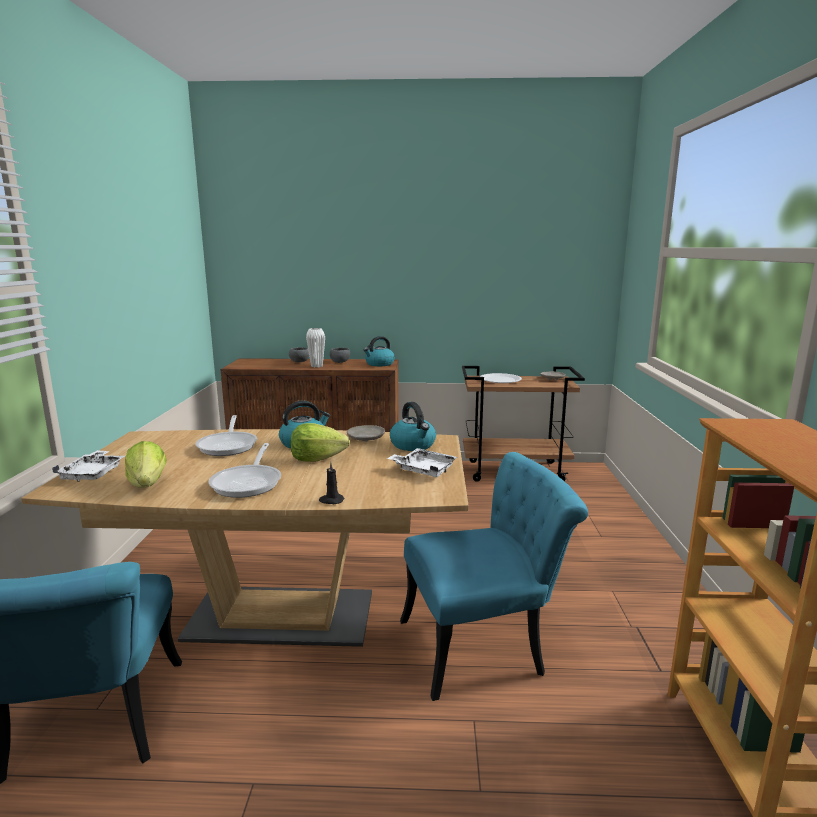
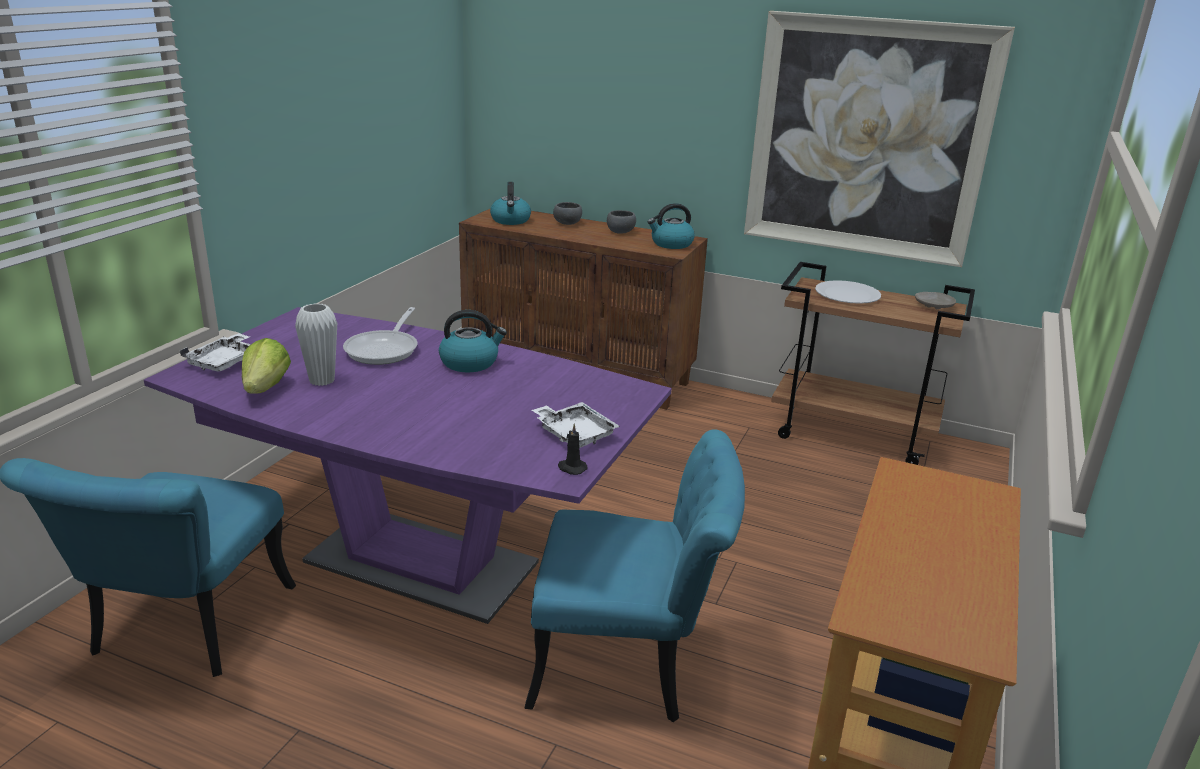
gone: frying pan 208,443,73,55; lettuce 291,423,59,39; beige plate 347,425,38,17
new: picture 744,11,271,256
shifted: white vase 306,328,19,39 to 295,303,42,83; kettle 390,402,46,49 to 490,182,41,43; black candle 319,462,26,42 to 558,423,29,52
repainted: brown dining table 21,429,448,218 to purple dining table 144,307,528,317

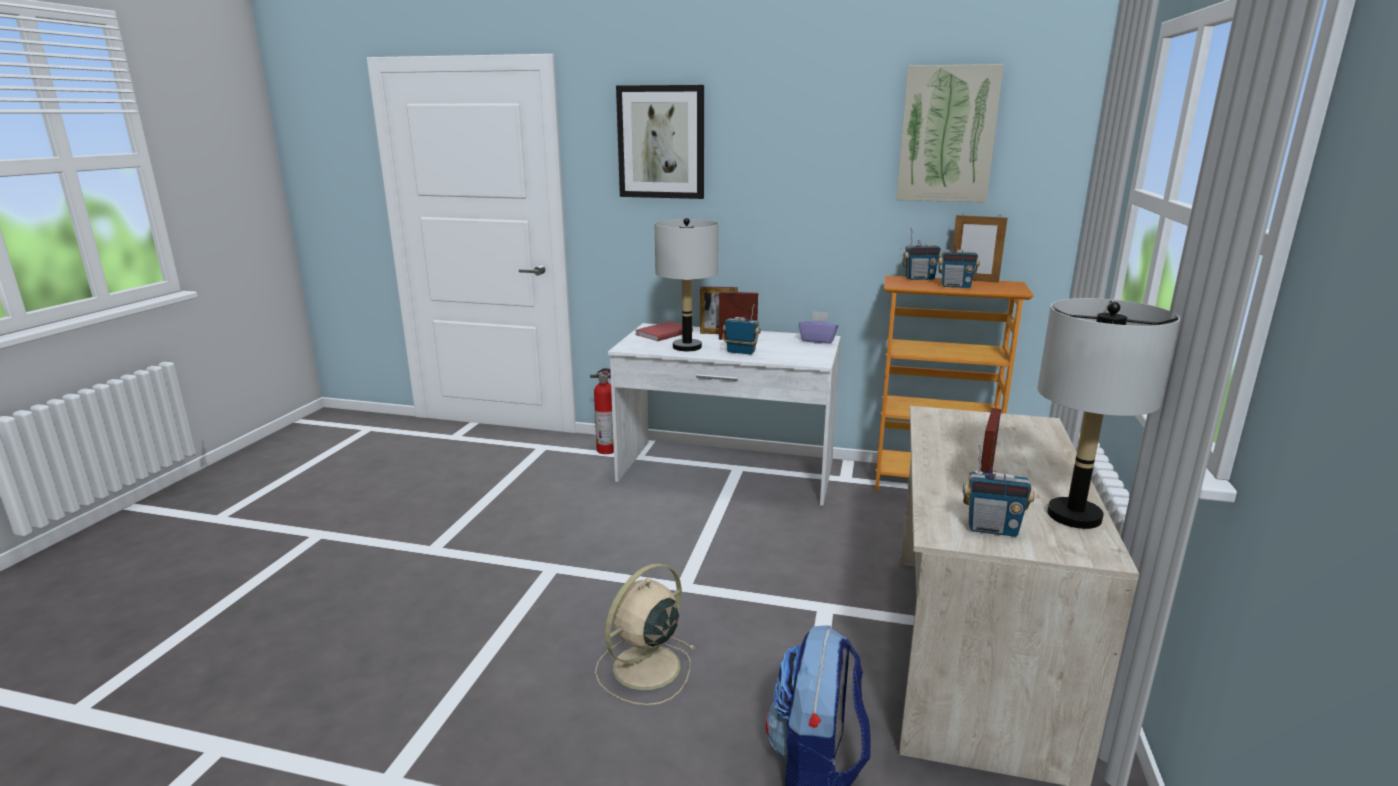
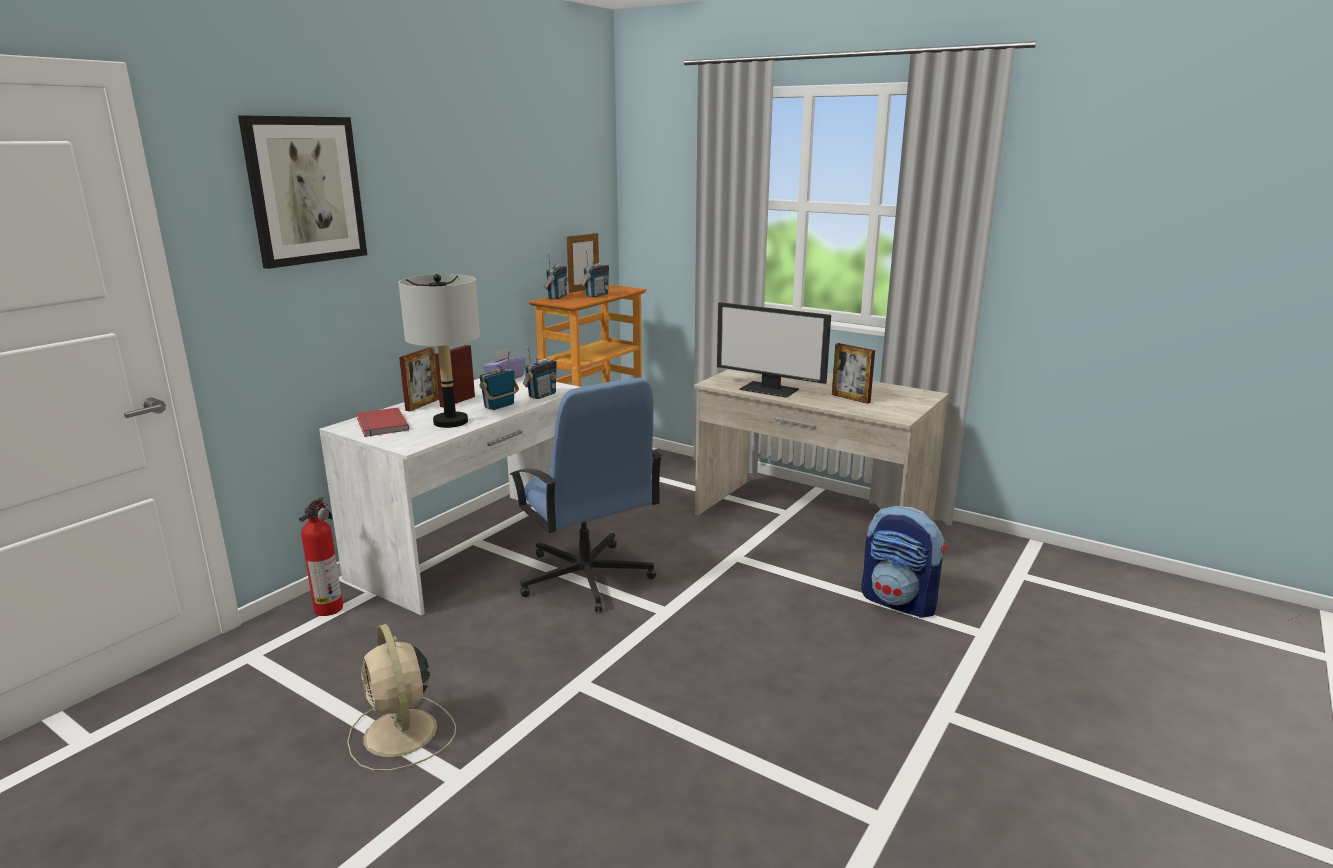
gone: picture 896,64,108,138; grey table lamp 1037,298,143,231
new: blue office chair 509,378,154,234; monitor 717,302,114,96
shifted: beige fan 595,563,101,142 to 347,624,109,147; radio 963,444,72,93 to 523,347,34,52

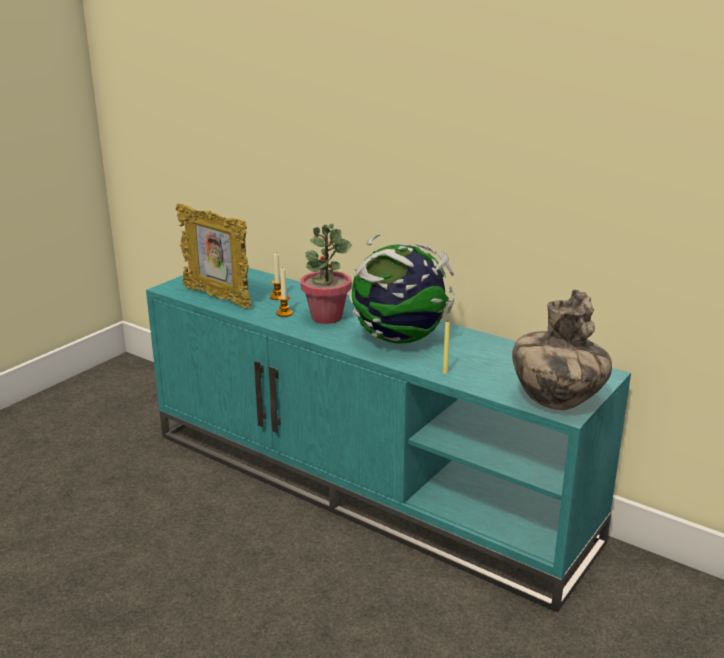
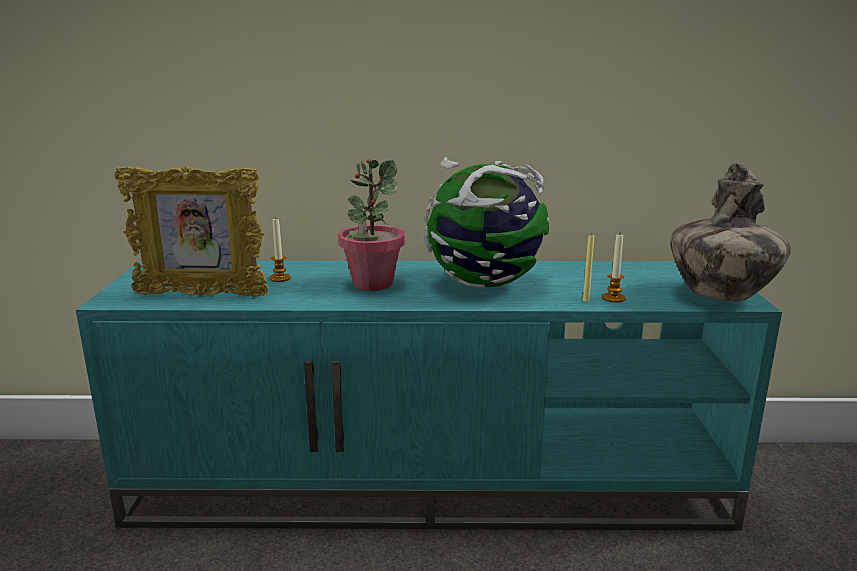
shifted: candle 276,268,17,49 to 602,235,24,67

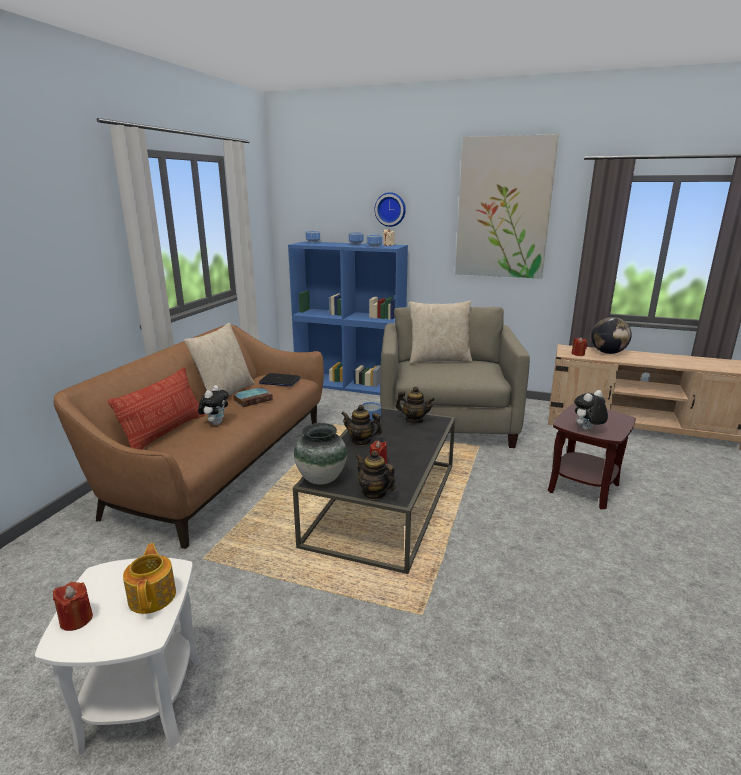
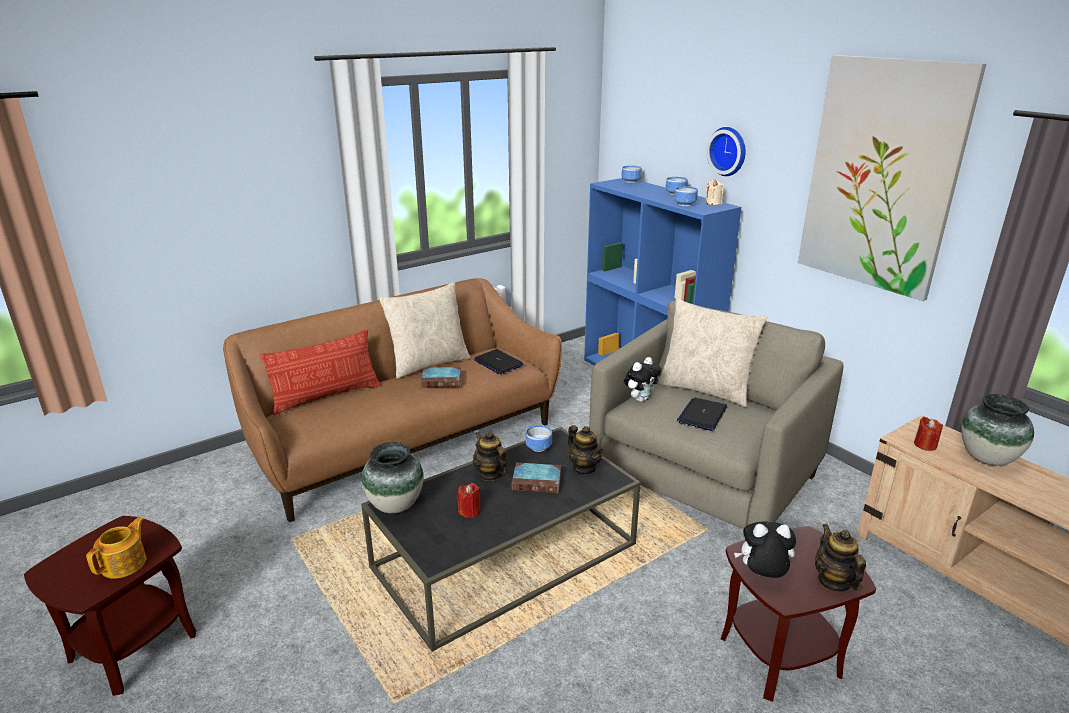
gone: red candle 53,582,40,49
new: book 512,463,49,30; laptop 677,398,50,33
shifted: plush toy 198,385,31,40 to 624,357,37,45; teapot 356,451,40,49 to 815,524,51,68
swapped: globe 591,317,41,37 to vase 961,394,73,72
repainted: white side table 35,558,166,198 to brown side table 24,516,172,180

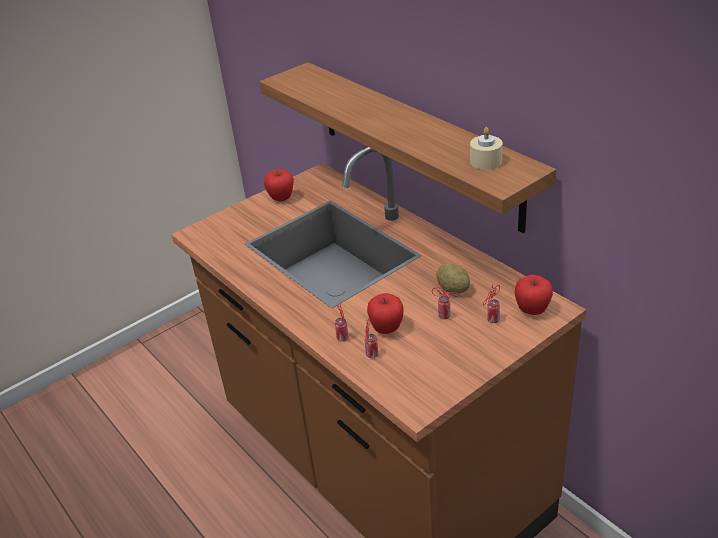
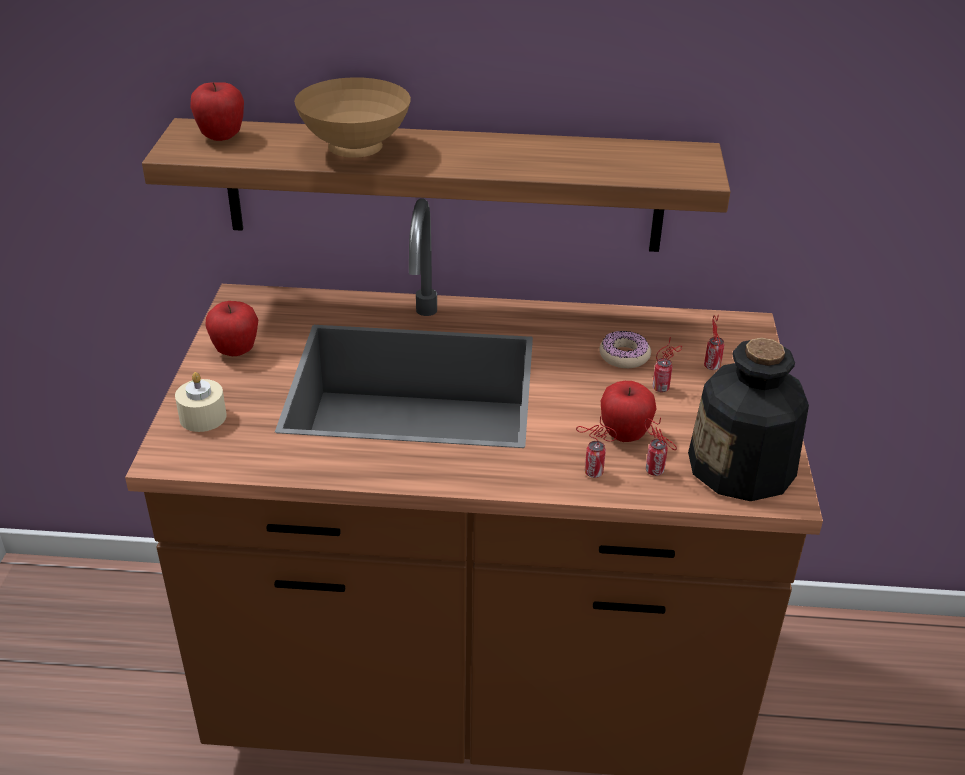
new: brown bowl 294,77,117,81; bottle 688,338,121,163
shifted: beige candle 470,127,33,43 to 175,372,52,60; apple 514,275,39,40 to 190,82,54,59
swapped: potato 436,263,34,31 to donut 599,331,52,37

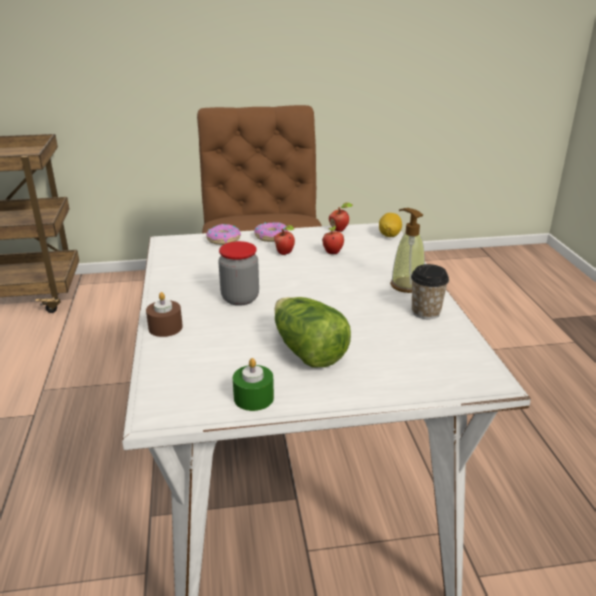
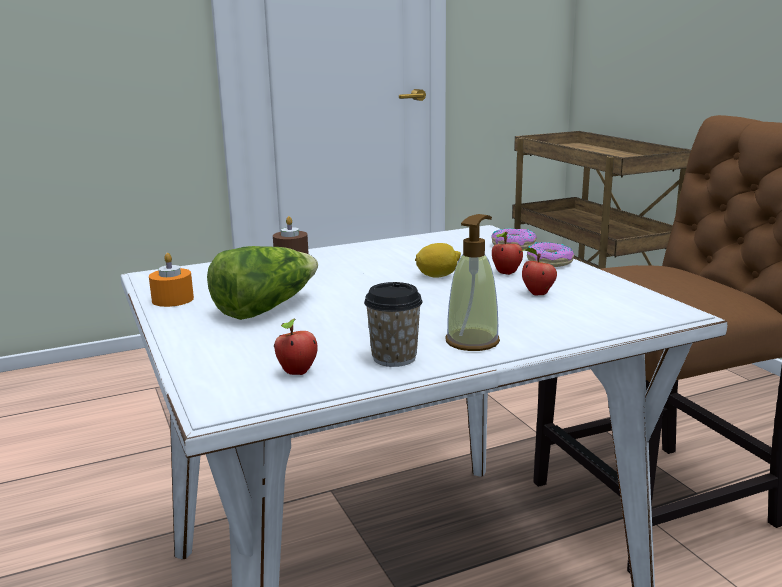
gone: jar 218,241,41,65
shifted: apple 329,202,24,30 to 274,318,44,57; lemon 379,213,23,24 to 415,243,46,35
repainted: green candle 233,358,41,53 to orange candle 149,253,45,54

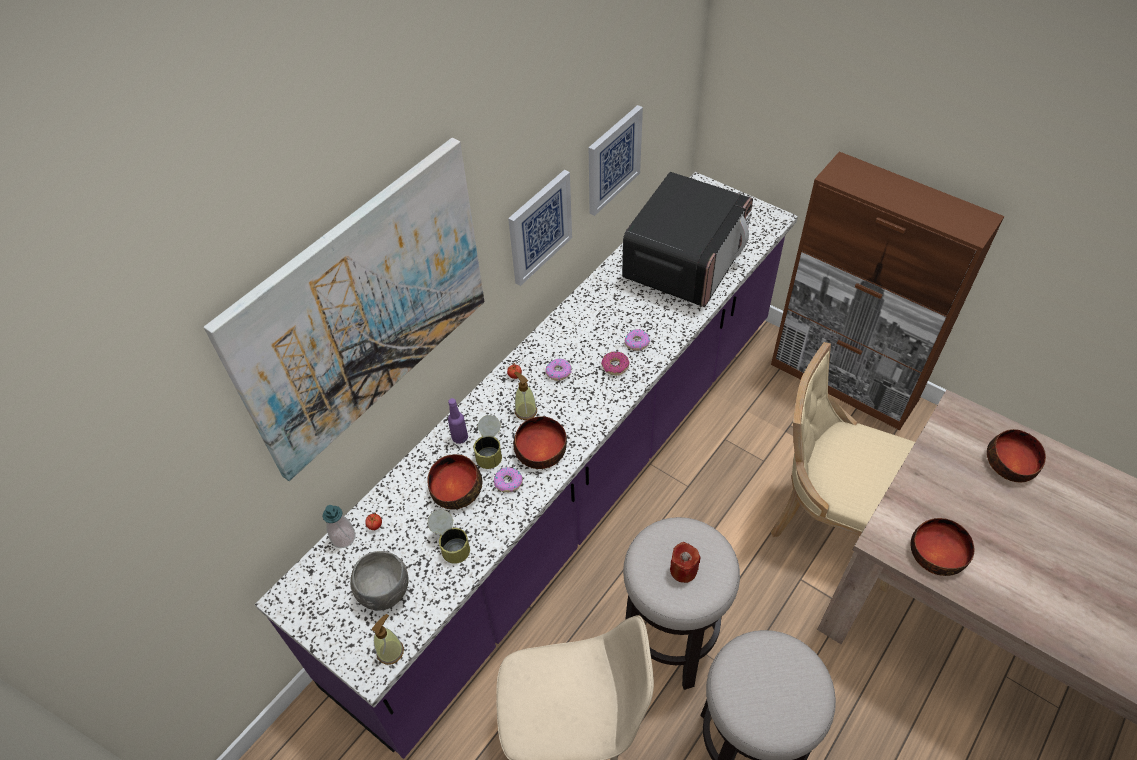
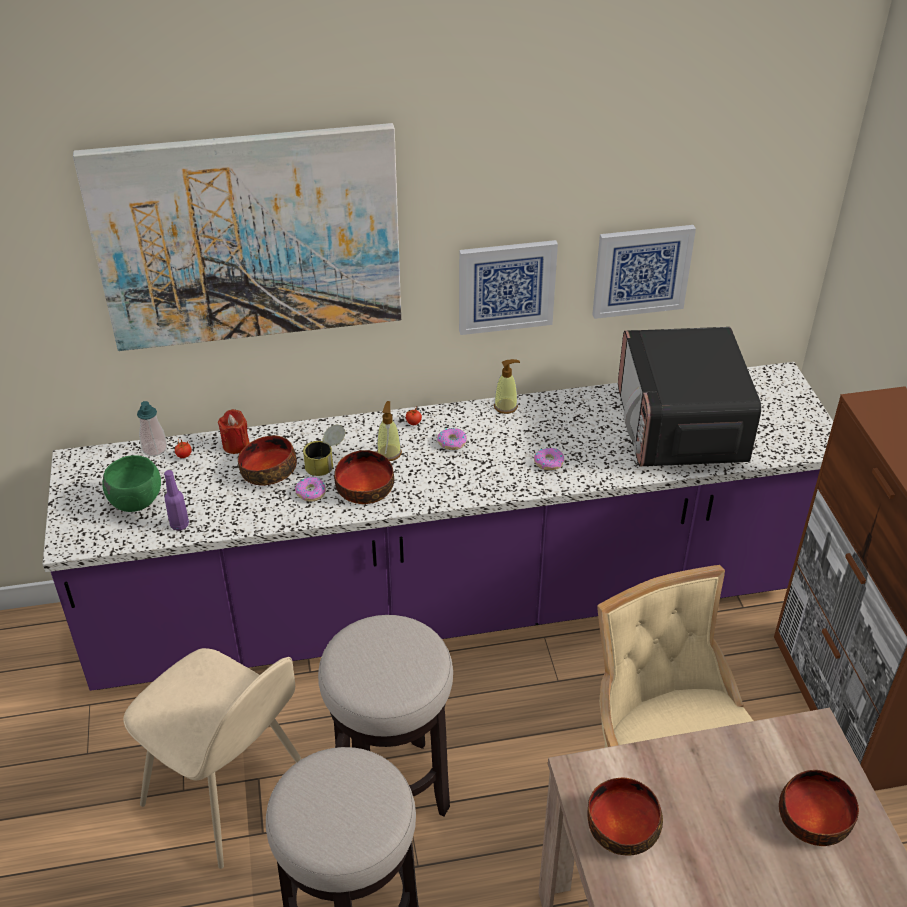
gone: can 428,509,42,55; donut 601,351,29,25
shifted: purple bottle 448,398,20,46 to 164,470,25,61; red candle 670,542,30,41 to 218,409,32,45; soap dispenser 371,614,33,51 to 494,359,26,55
repainted: grey bowl 350,551,59,59 to green bowl 102,455,59,57
rotated: microwave 622,172,131,135 = 618,327,143,139 105 degrees clockwise

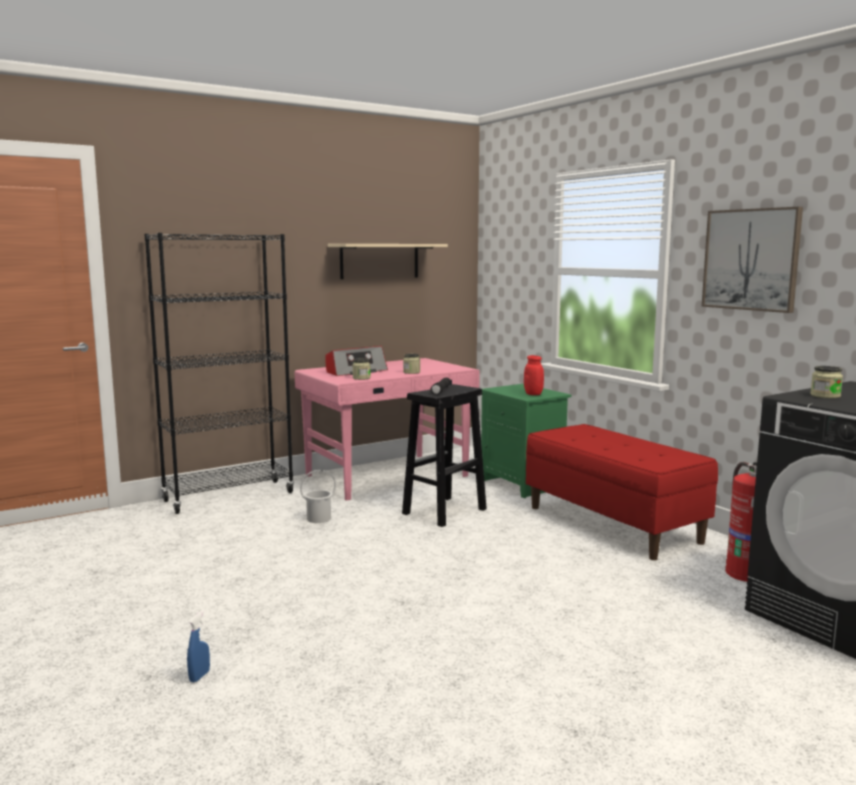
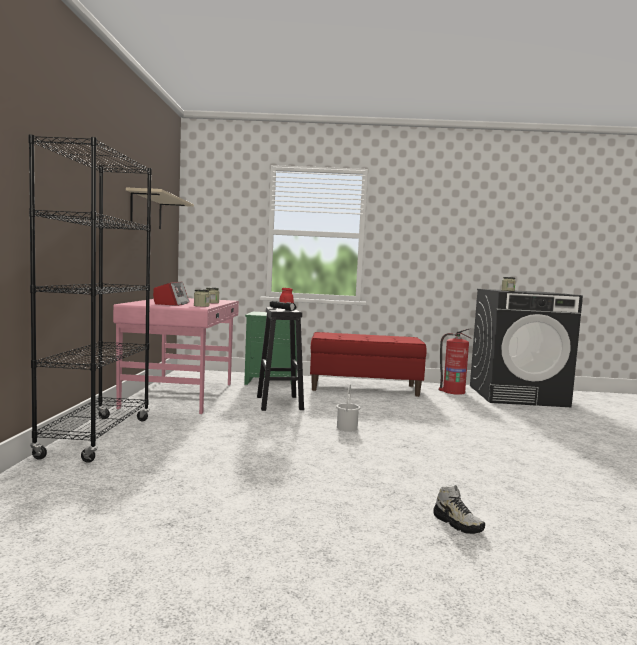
gone: picture 702,207,101,106
shifted: white bucket 300,469,36,54 to 336,384,24,48
swapped: blue spray bottle 187,611,23,71 to shoe 433,485,52,49

